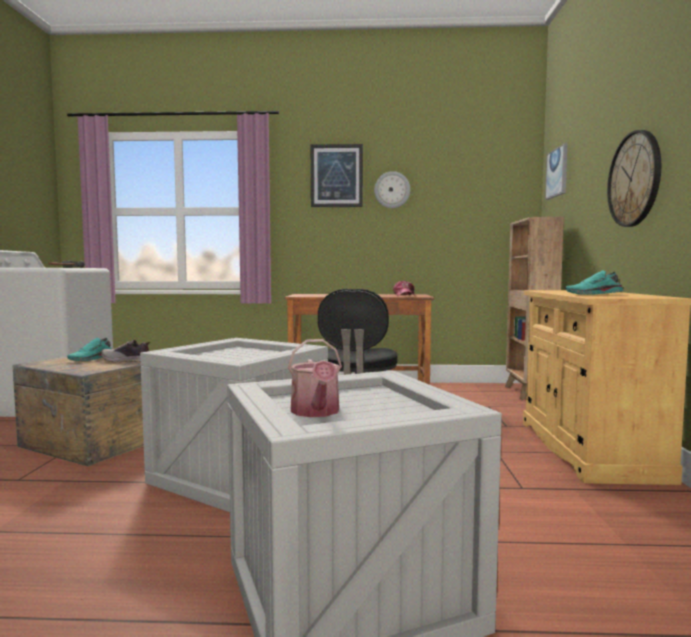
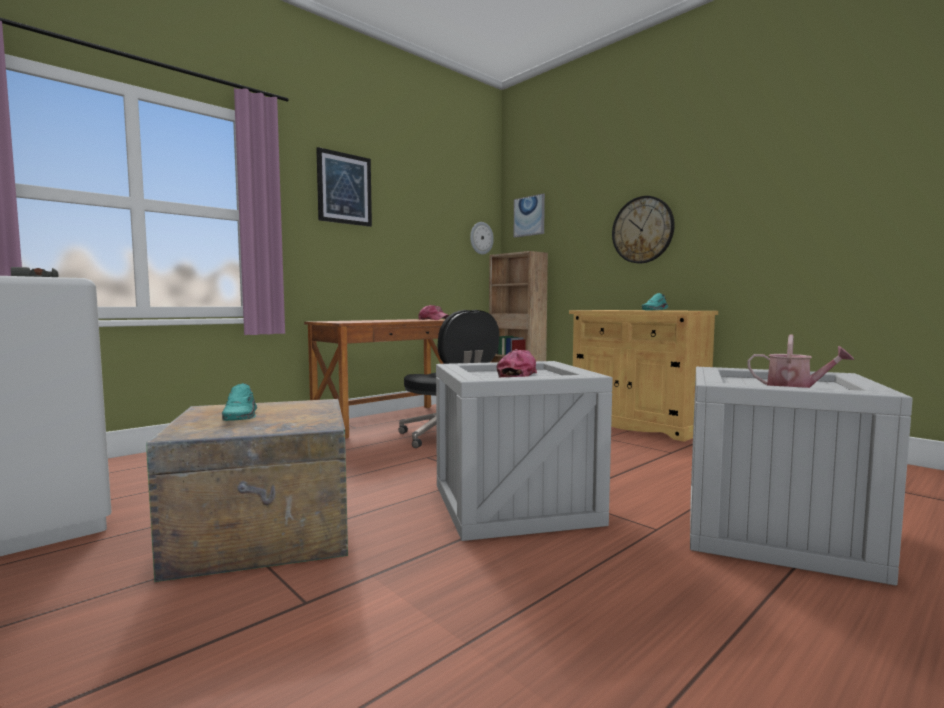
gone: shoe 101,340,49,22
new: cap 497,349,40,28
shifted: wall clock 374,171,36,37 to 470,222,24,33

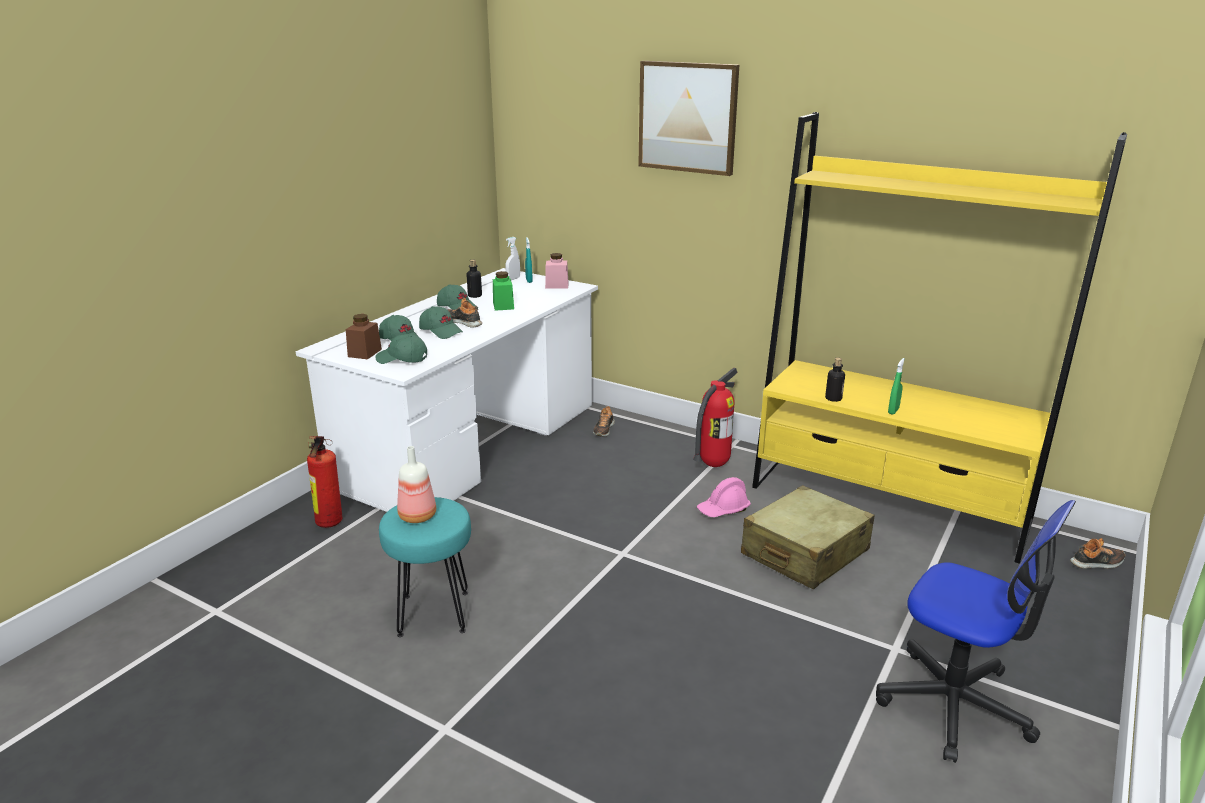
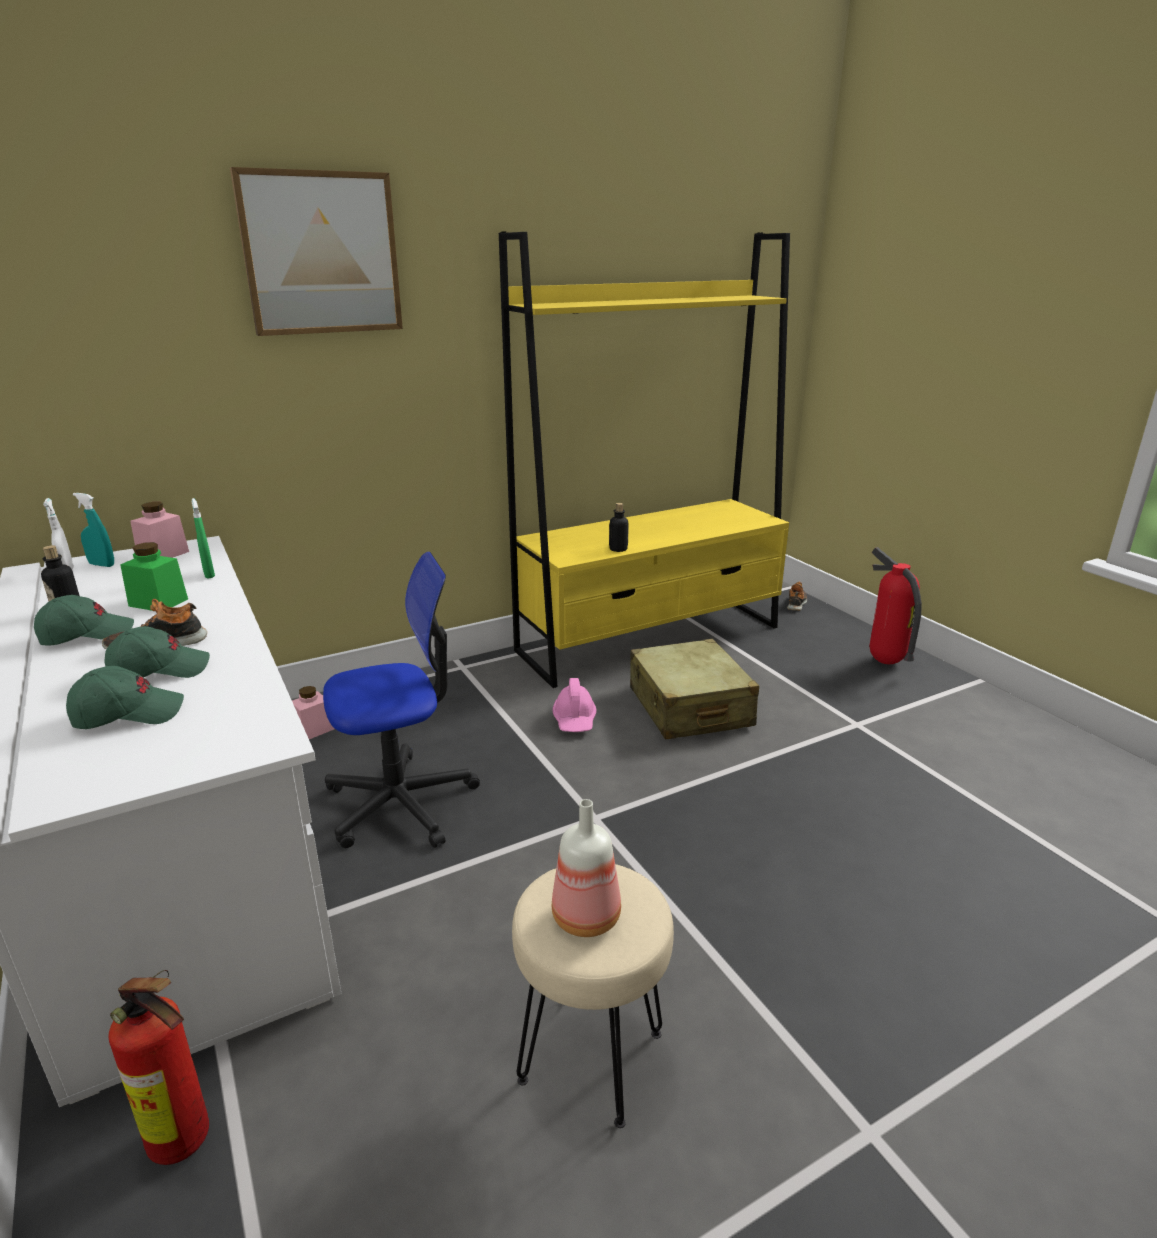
gone: brown jar 346,314,36,45; green cap 375,334,52,30
shifted: green spray bottle 888,358,17,57 to 192,498,23,80; office chair 876,500,200,263 to 323,552,157,296; fire extinguisher 693,368,45,99 to 870,547,52,117
swapped: shoe 593,406,22,31 to pink jar 292,686,43,53
repainted: turquoise stool 379,497,92,140 to beige stool 512,864,162,264

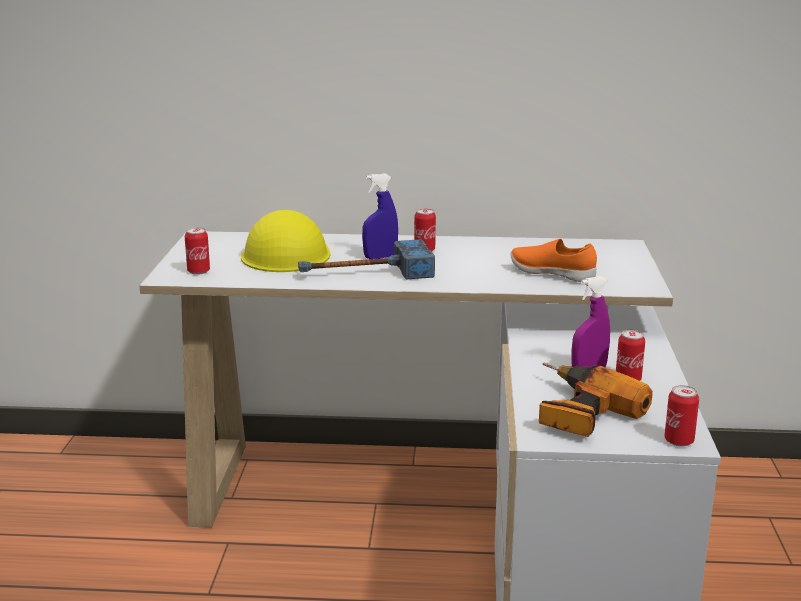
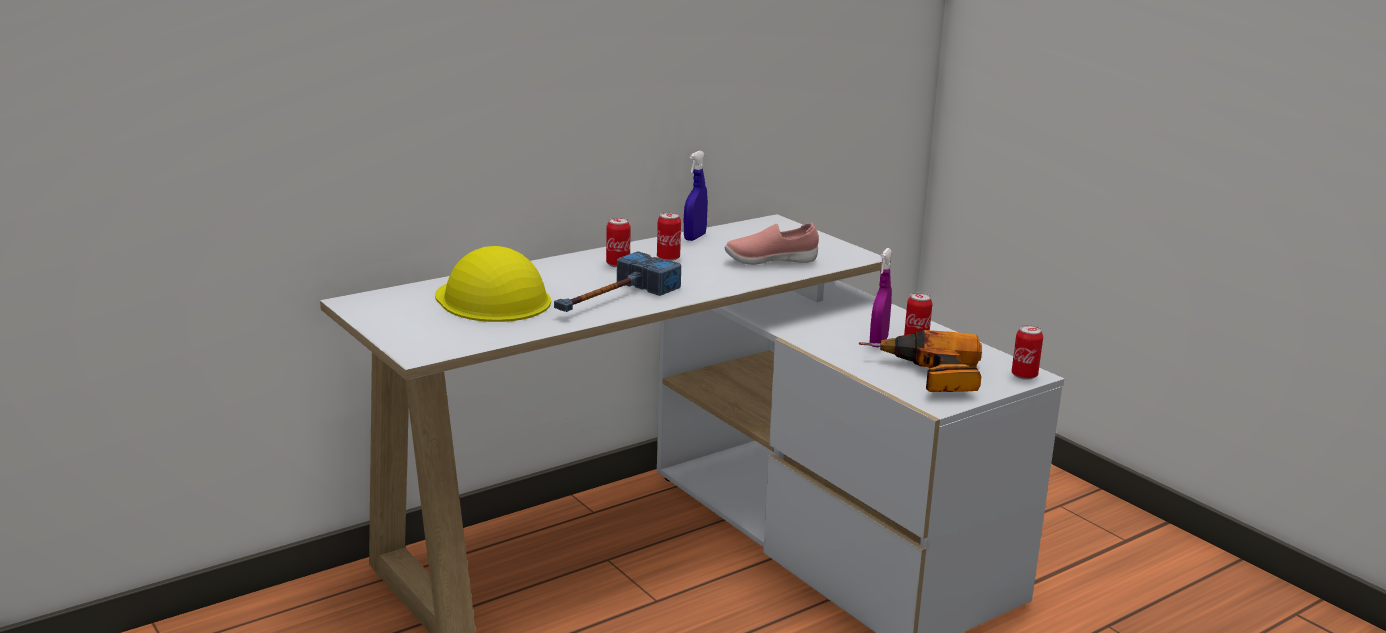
shifted: can 185,227,25,48 to 657,212,24,49; blue spray bottle 362,173,36,86 to 684,151,24,90
repainted: orange shoe 510,239,87,43 to pink shoe 725,223,94,42

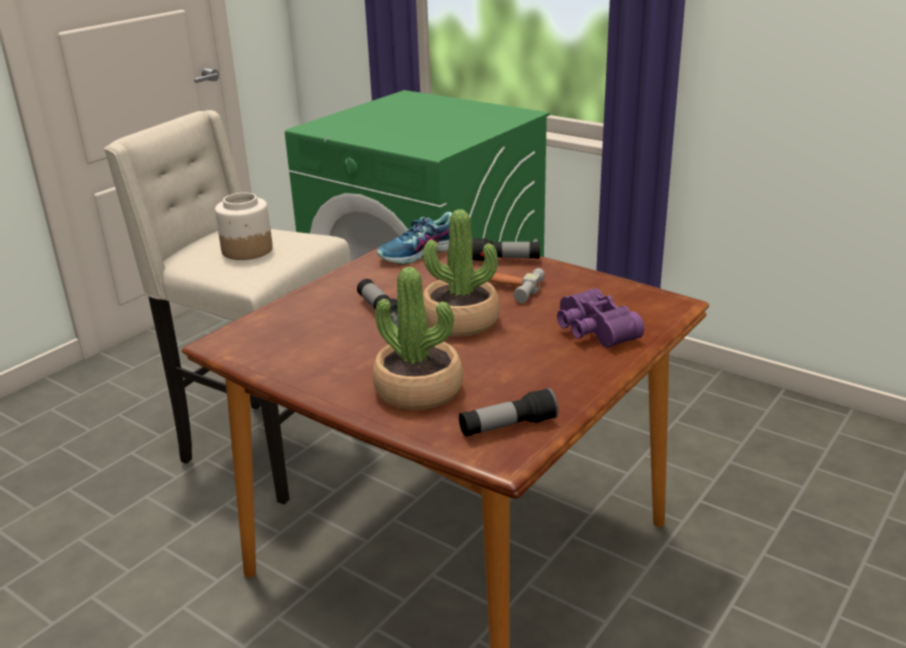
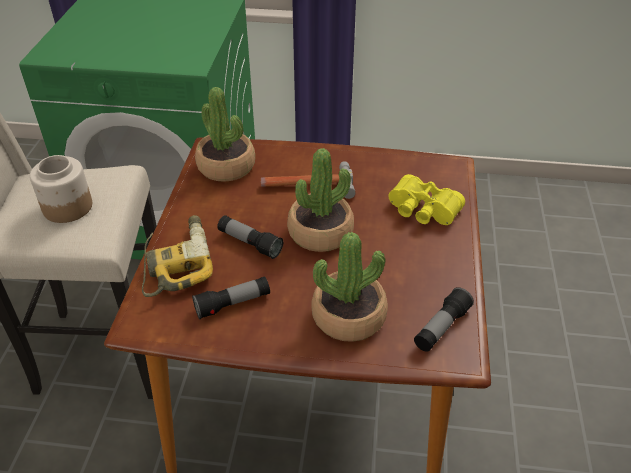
new: power drill 142,215,71,82
shifted: flashlight 472,238,68,23 to 192,276,78,43
swapped: shoe 377,212,75,53 to potted plant 195,87,60,95
repainted: purple binoculars 557,288,87,60 to yellow binoculars 388,174,77,51

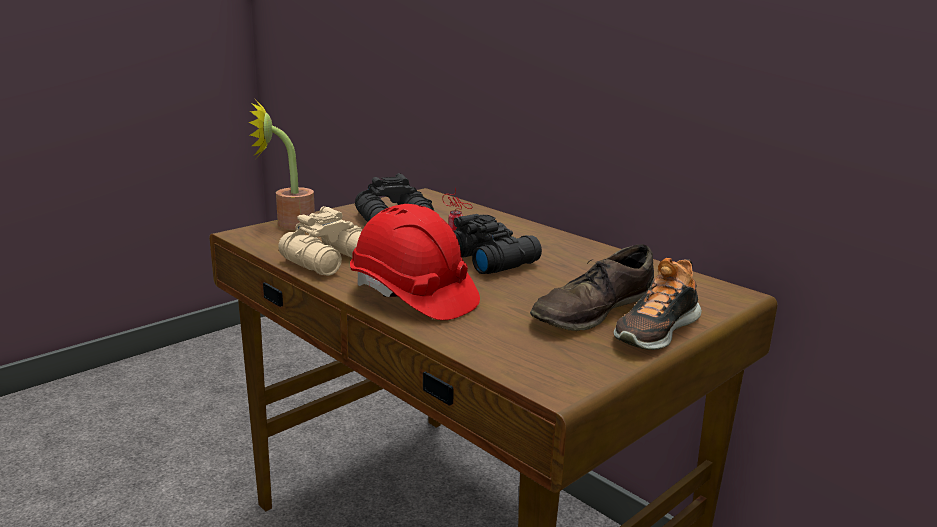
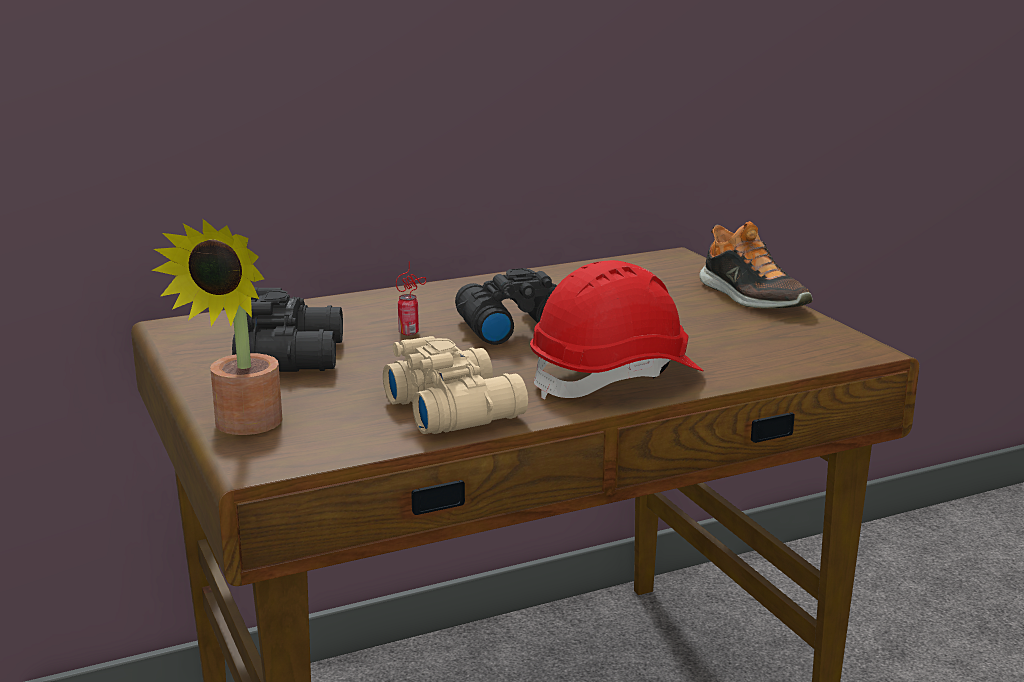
gone: brown shoe 530,244,124,87

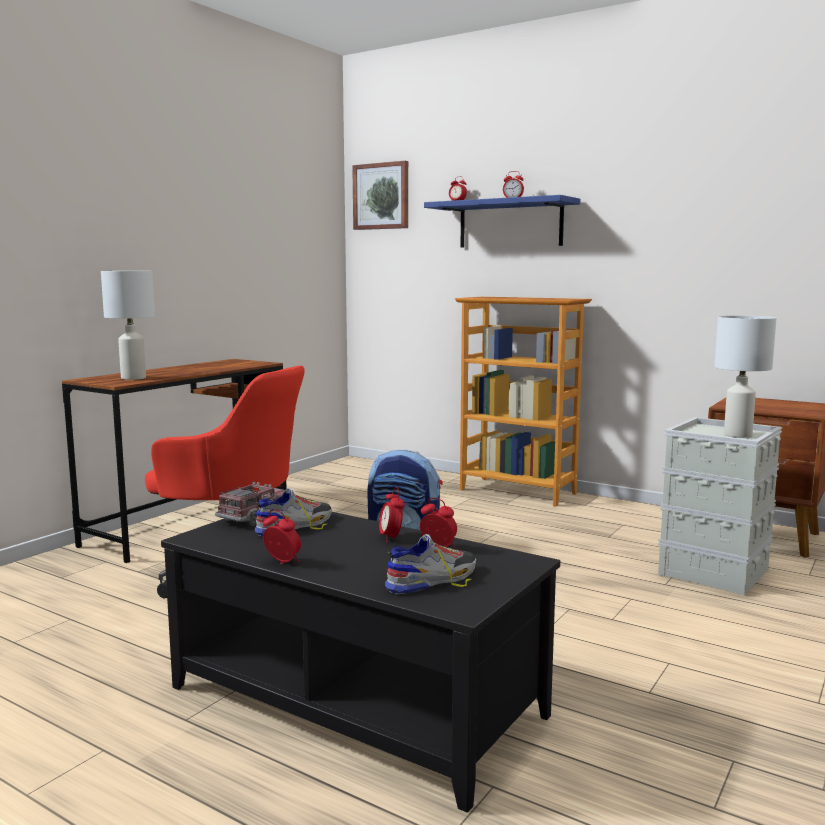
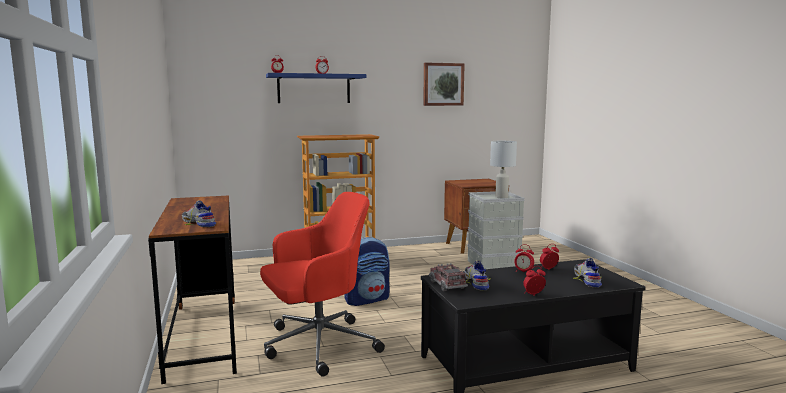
shifted: picture 352,161,56,69 to 423,62,42,44
swapped: white table lamp 101,271,54,109 to shoe 182,200,34,27

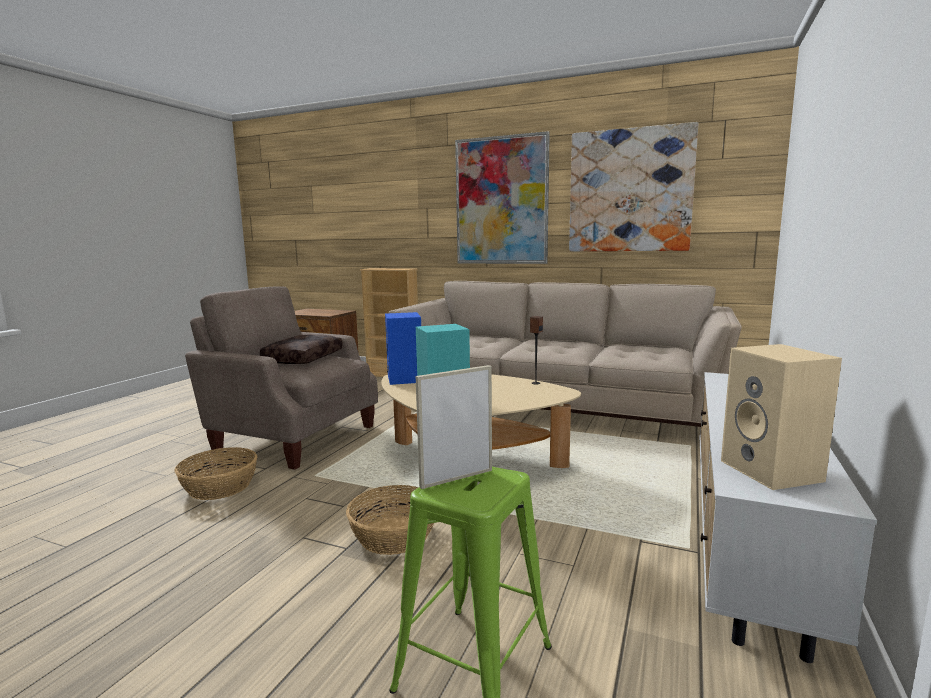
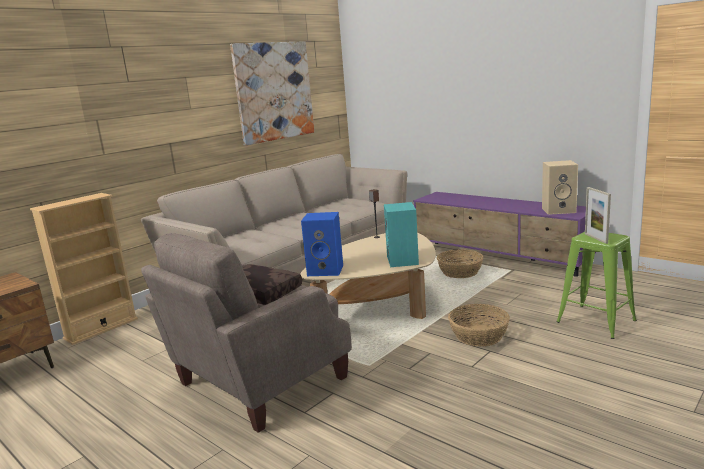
gone: picture 455,131,95,133
shifted: basket 174,447,83,53 to 437,249,47,29
repainted: white tv stand 700,372,177,291 to purple tv stand 414,192,182,85

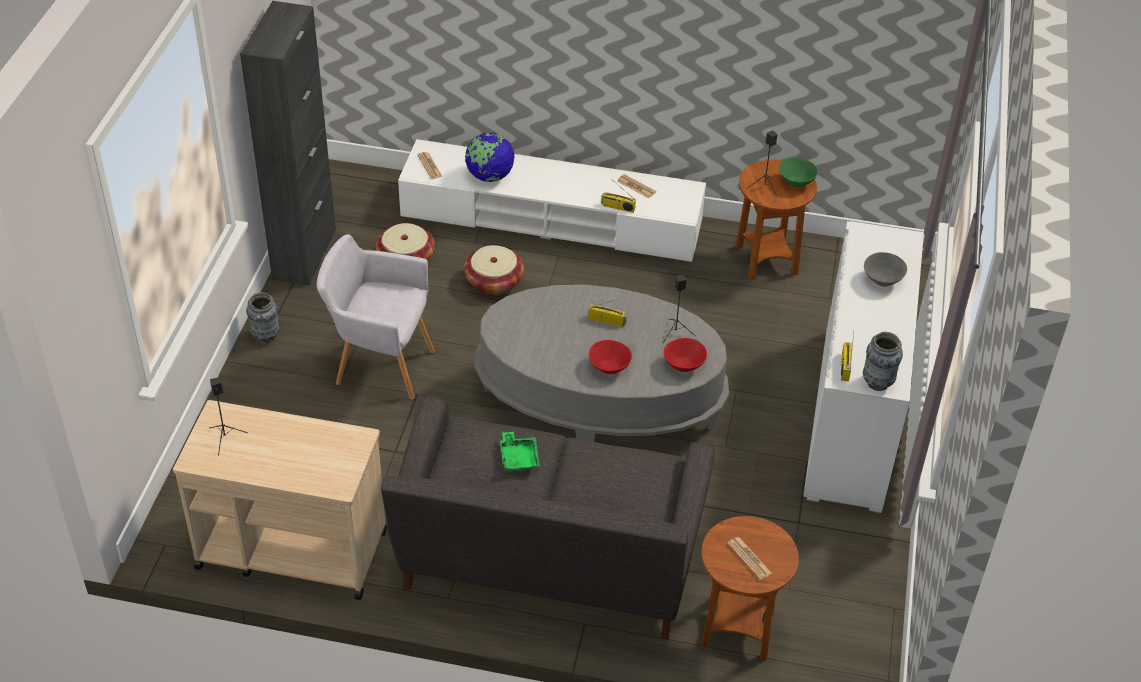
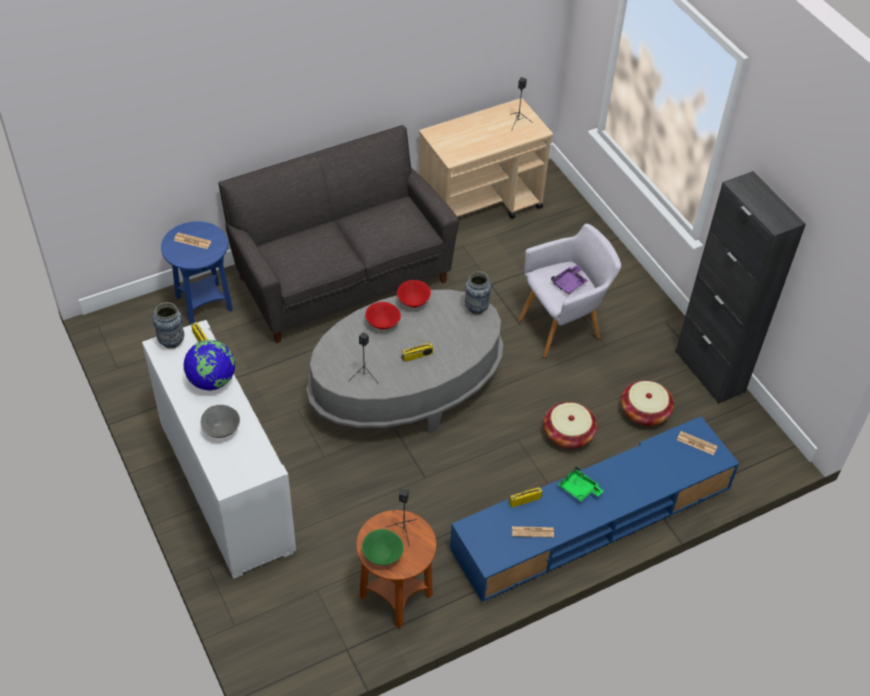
new: purple tray 551,265,37,29
shifted: globe 465,133,50,49 to 183,340,52,51; red bowl 663,338,44,34 to 397,280,34,28; vase 246,292,34,51 to 465,271,27,43; green tray 500,432,40,40 to 558,466,46,36
repainted: brown side table 701,516,98,144 to blue side table 161,221,72,104; white tv stand 398,139,308,123 to blue tv stand 450,416,289,186

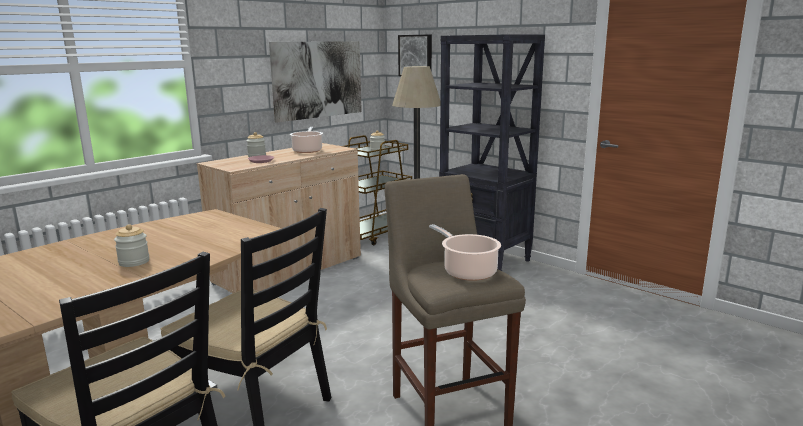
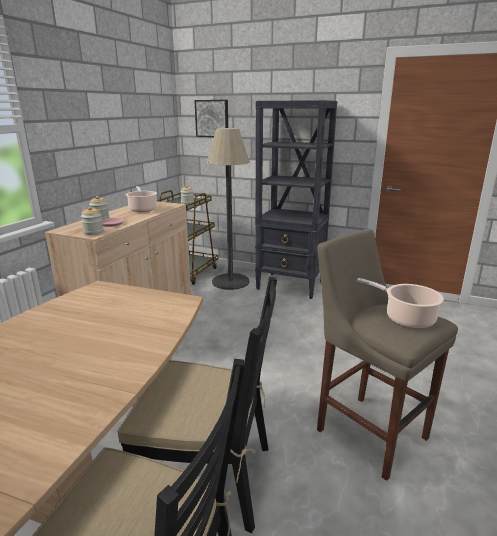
gone: picture 269,41,93,82
shifted: jar 114,224,35,43 to 81,206,23,29

